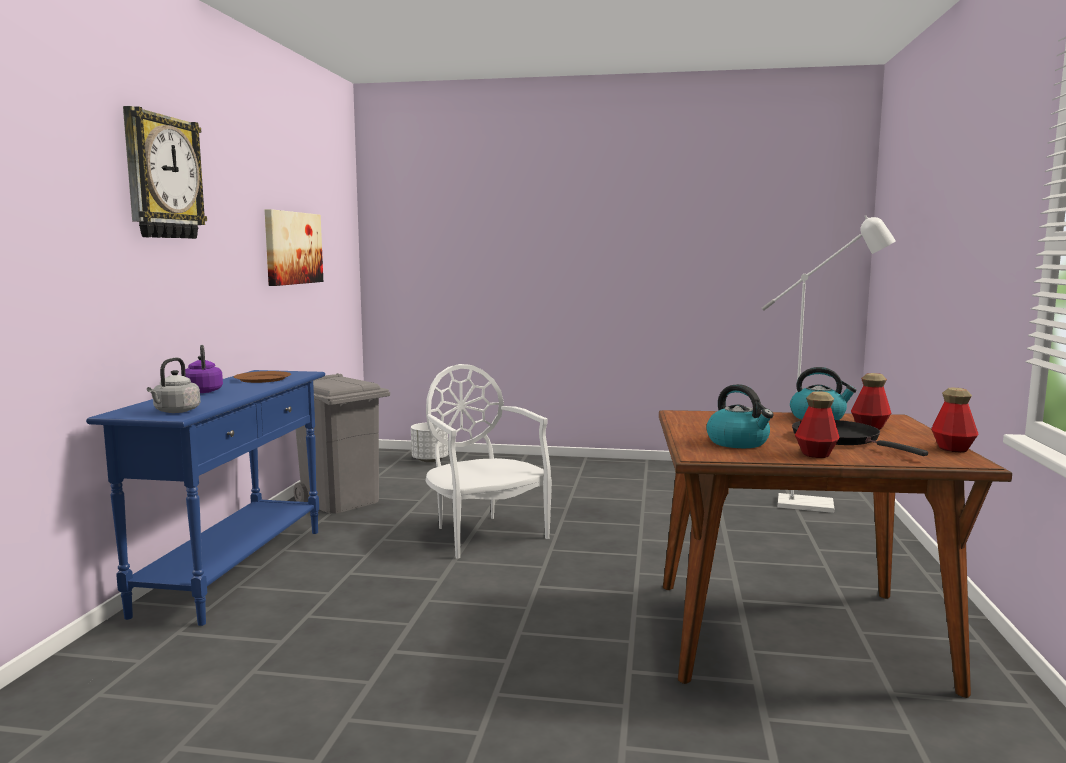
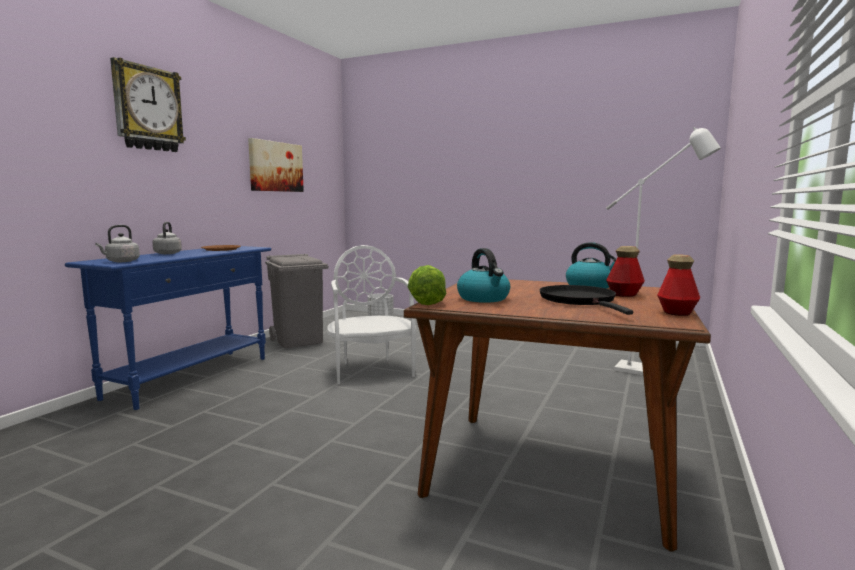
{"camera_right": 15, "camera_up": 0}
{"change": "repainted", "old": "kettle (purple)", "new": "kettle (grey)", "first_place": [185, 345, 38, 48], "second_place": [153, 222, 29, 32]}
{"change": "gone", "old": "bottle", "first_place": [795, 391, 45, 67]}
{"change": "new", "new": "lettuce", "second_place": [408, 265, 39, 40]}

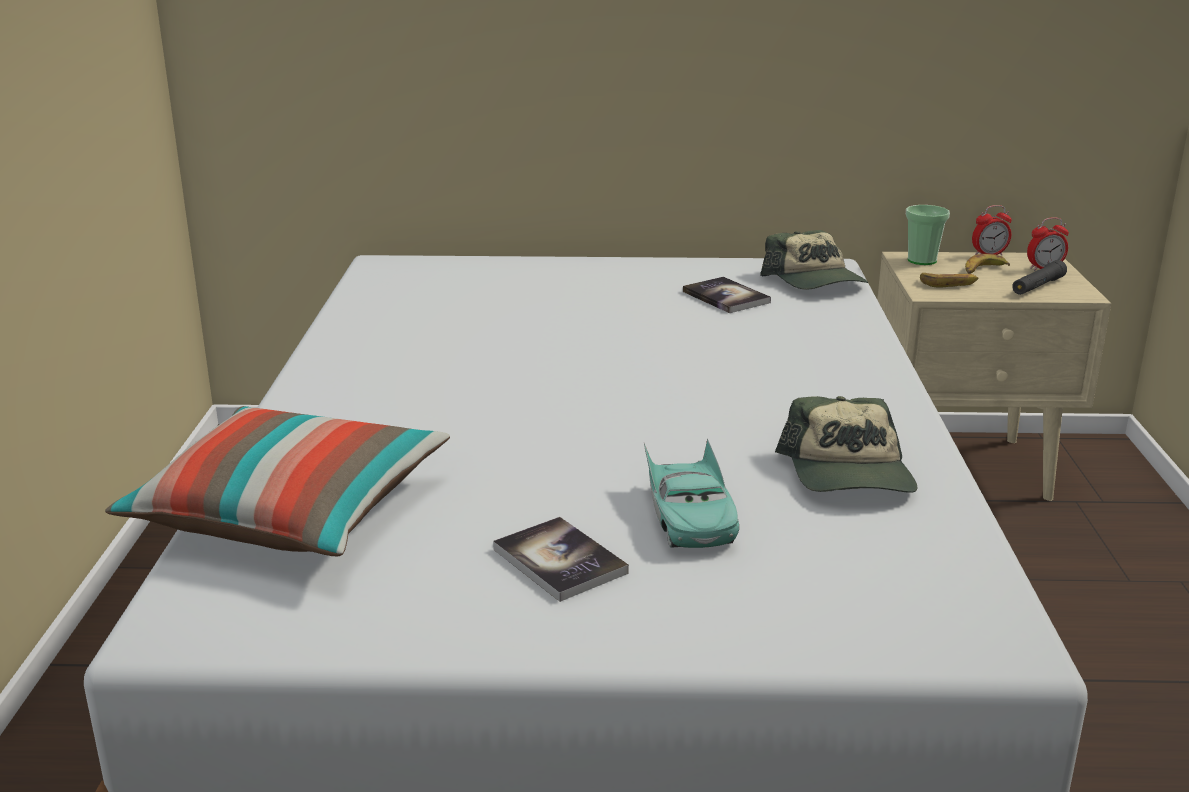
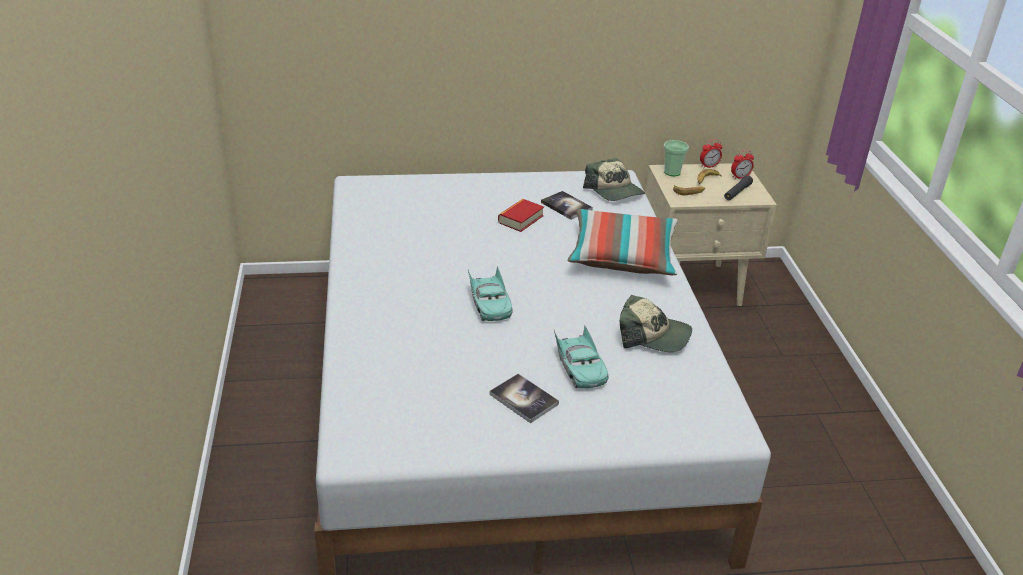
{"camera_right": -10, "camera_up": 10}
{"change": "rotated", "old": "cap", "first_place": [775, 396, 142, 97], "second_place": [620, 295, 72, 57], "degrees": -60}
{"change": "shifted", "old": "pillow", "first_place": [105, 406, 345, 150], "second_place": [568, 209, 110, 66]}
{"change": "new", "new": "book", "second_place": [498, 199, 46, 33]}
{"change": "new", "new": "toy car (turquoise)", "second_place": [468, 266, 45, 55]}

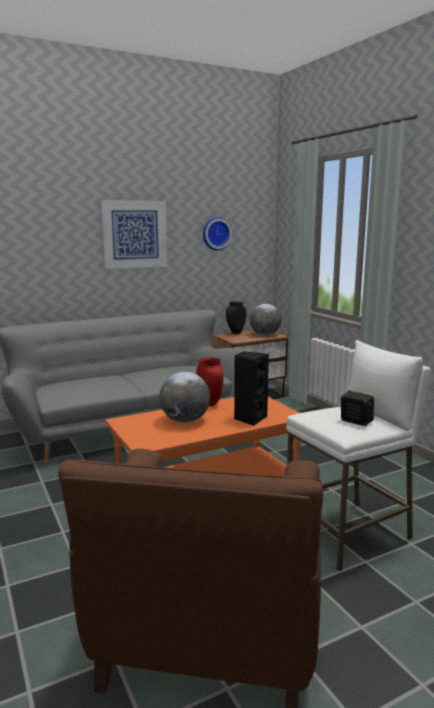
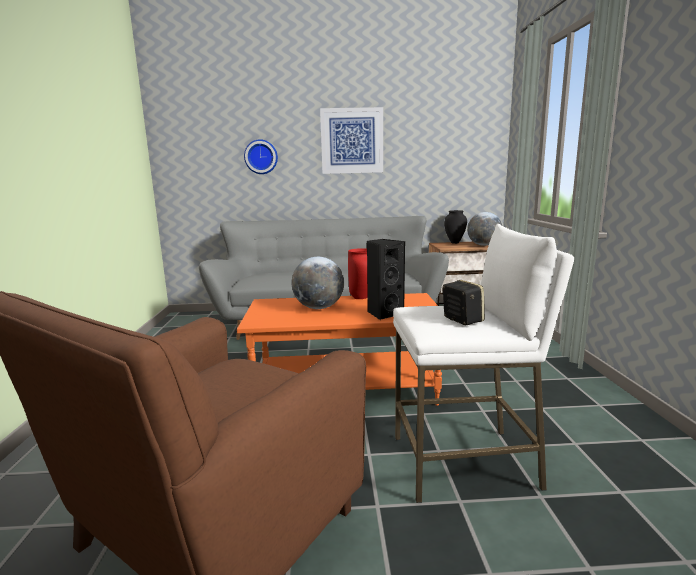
{"camera_right": 25, "camera_up": 0}
{"change": "shifted", "old": "wall clock", "first_place": [203, 217, 29, 34], "second_place": [244, 139, 34, 35]}

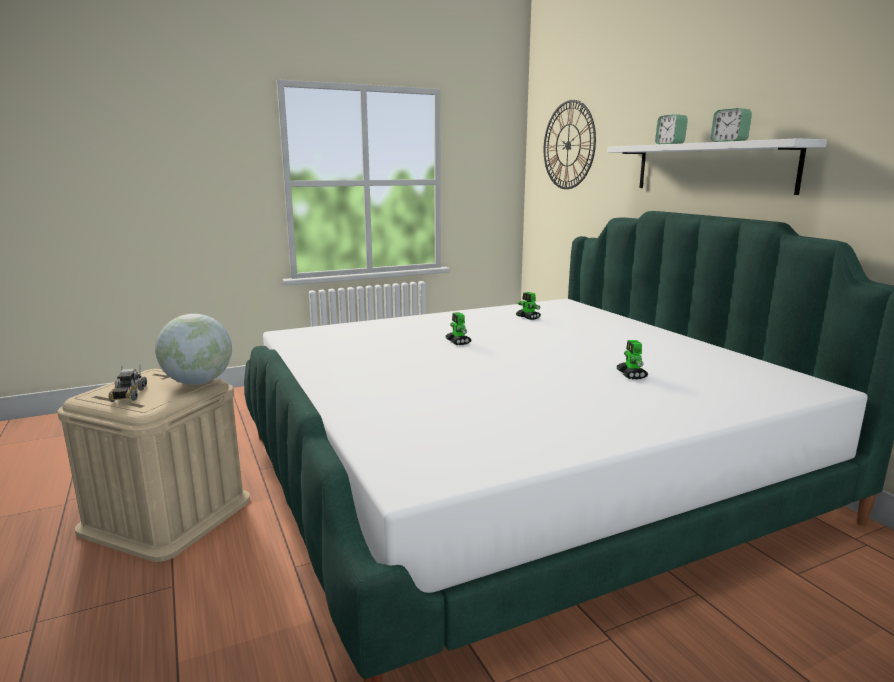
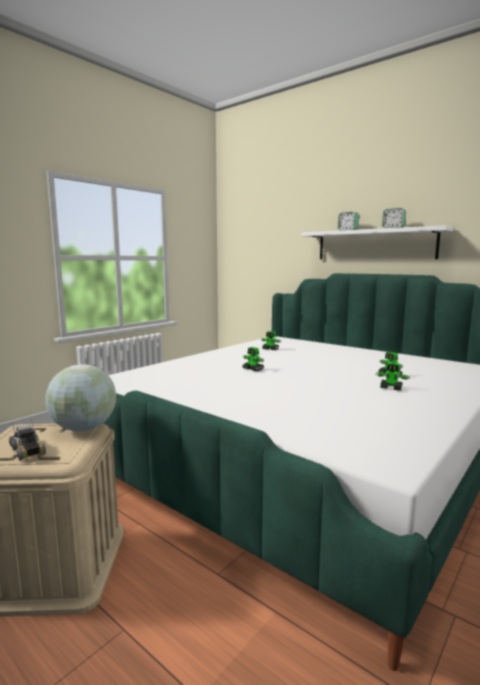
{"camera_right": -25, "camera_up": -5}
{"change": "gone", "old": "wall clock", "first_place": [544, 100, 52, 89]}
{"change": "new", "new": "toy robot", "second_place": [376, 362, 34, 29]}

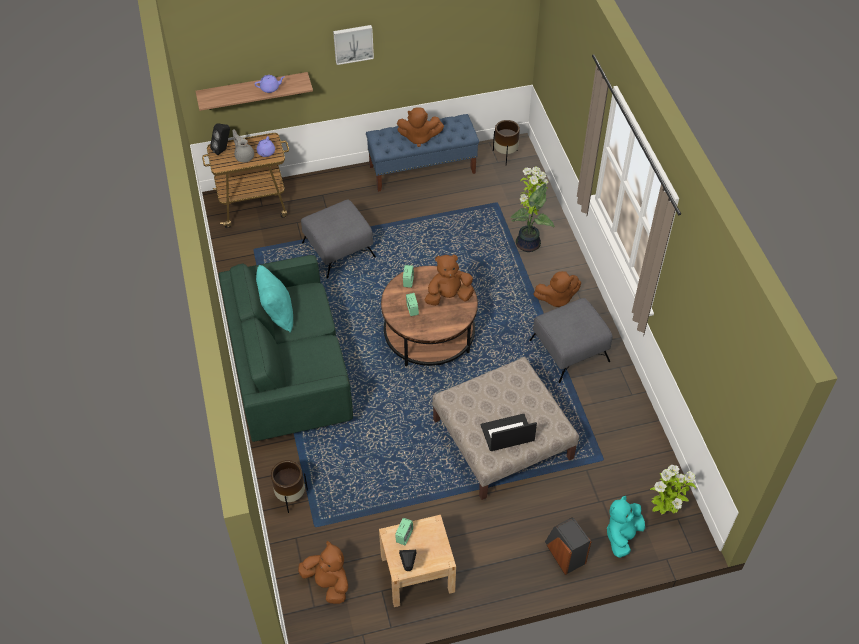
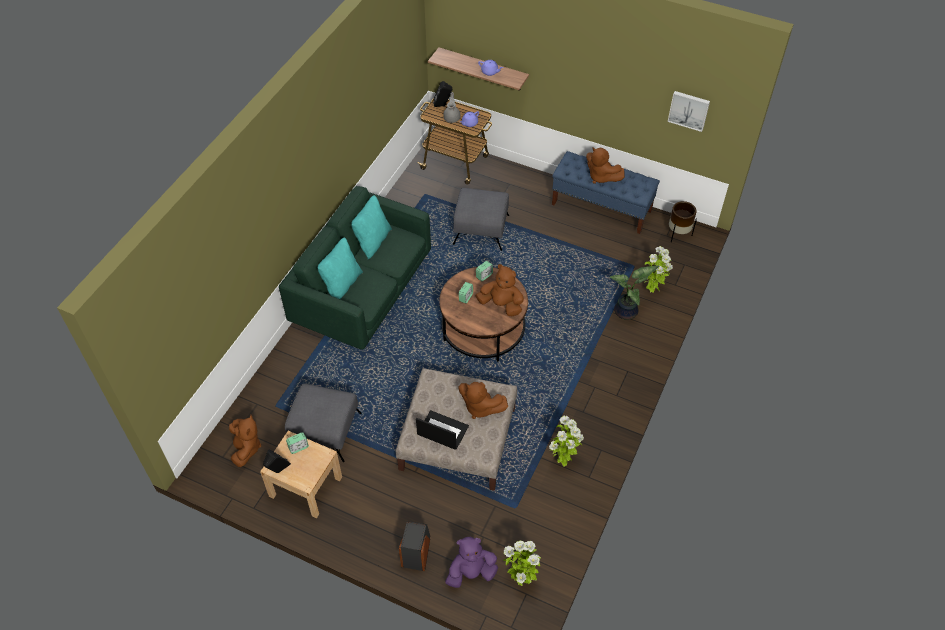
{"camera_right": 40, "camera_up": 0}
{"change": "shifted", "old": "picture", "first_place": [333, 25, 41, 40], "second_place": [668, 91, 42, 41]}
{"change": "shifted", "old": "plush toy (brown)", "first_place": [533, 271, 48, 36], "second_place": [458, 382, 50, 37]}
{"change": "shifted", "old": "ottoman (grey)", "first_place": [529, 298, 83, 85], "second_place": [285, 384, 76, 78]}
{"change": "gone", "old": "planter (brown)", "first_place": [271, 460, 37, 53]}
{"change": "repainted", "old": "plush toy (turquoise)", "new": "plush toy (purple)", "first_place": [606, 496, 39, 62], "second_place": [445, 537, 53, 51]}
{"change": "new", "new": "pillow (turquoise)", "second_place": [318, 237, 45, 62]}
{"change": "new", "new": "potted plant", "second_place": [549, 416, 35, 51]}

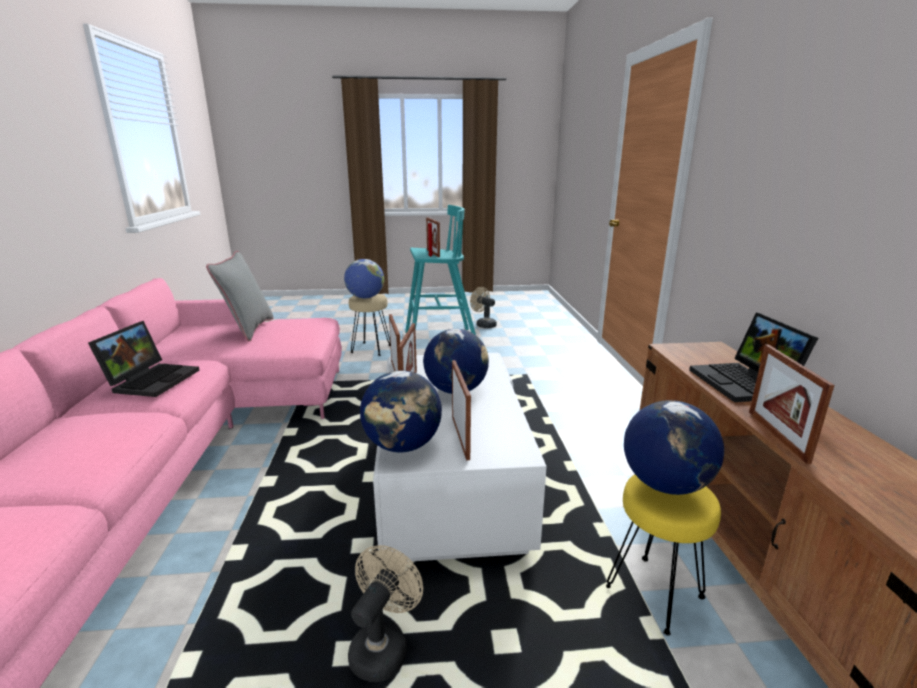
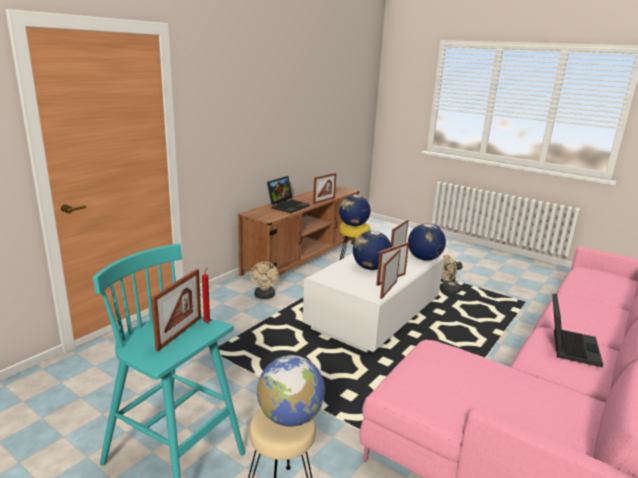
{"camera_right": -140, "camera_up": 0}
{"change": "gone", "old": "pillow (grey)", "first_place": [206, 251, 68, 91]}
{"change": "shifted", "old": "fan (beige)", "first_place": [470, 287, 27, 41], "second_place": [250, 262, 29, 37]}
{"change": "rotated", "old": "laptop", "first_place": [88, 321, 112, 76], "second_place": [552, 294, 51, 73], "degrees": 150}

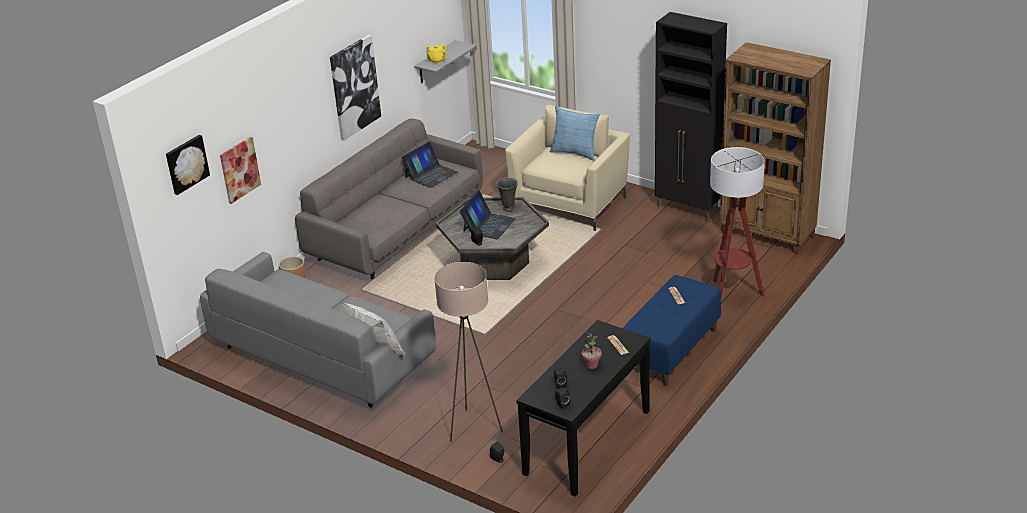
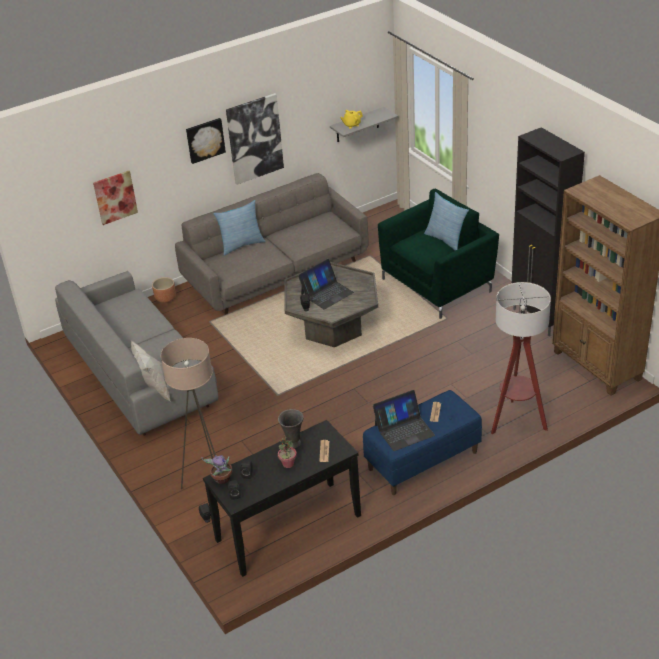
{"camera_right": 25, "camera_up": 5}
{"change": "repainted", "old": "armchair (beige)", "new": "armchair (green)", "first_place": [505, 105, 125, 126], "second_place": [378, 189, 121, 130]}
{"change": "shifted", "old": "picture", "first_place": [166, 135, 44, 60], "second_place": [186, 118, 40, 46]}
{"change": "shifted", "old": "laptop", "first_place": [402, 142, 56, 46], "second_place": [373, 390, 62, 61]}
{"change": "shifted", "old": "vase (grey)", "first_place": [496, 177, 22, 34], "second_place": [278, 409, 26, 39]}
{"change": "new", "new": "pillow", "second_place": [213, 200, 53, 56]}
{"change": "new", "new": "potted plant", "second_place": [201, 455, 31, 29]}

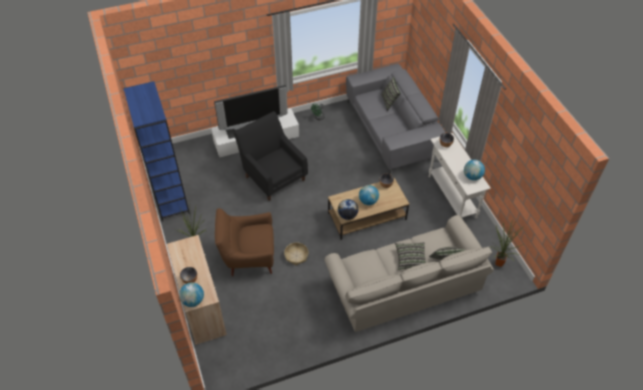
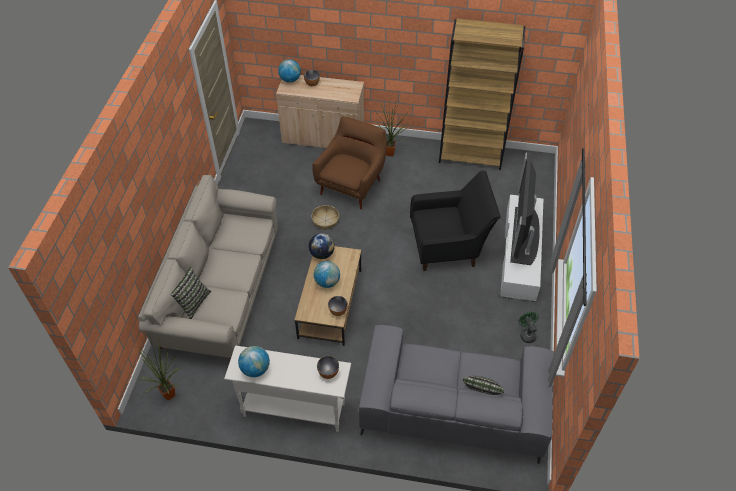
{"camera_right": 120, "camera_up": 0}
{"change": "repainted", "old": "bookcase (blue)", "new": "bookcase (brown)", "first_place": [123, 81, 67, 140], "second_place": [439, 19, 86, 151]}
{"change": "gone", "old": "pillow", "first_place": [395, 242, 31, 28]}

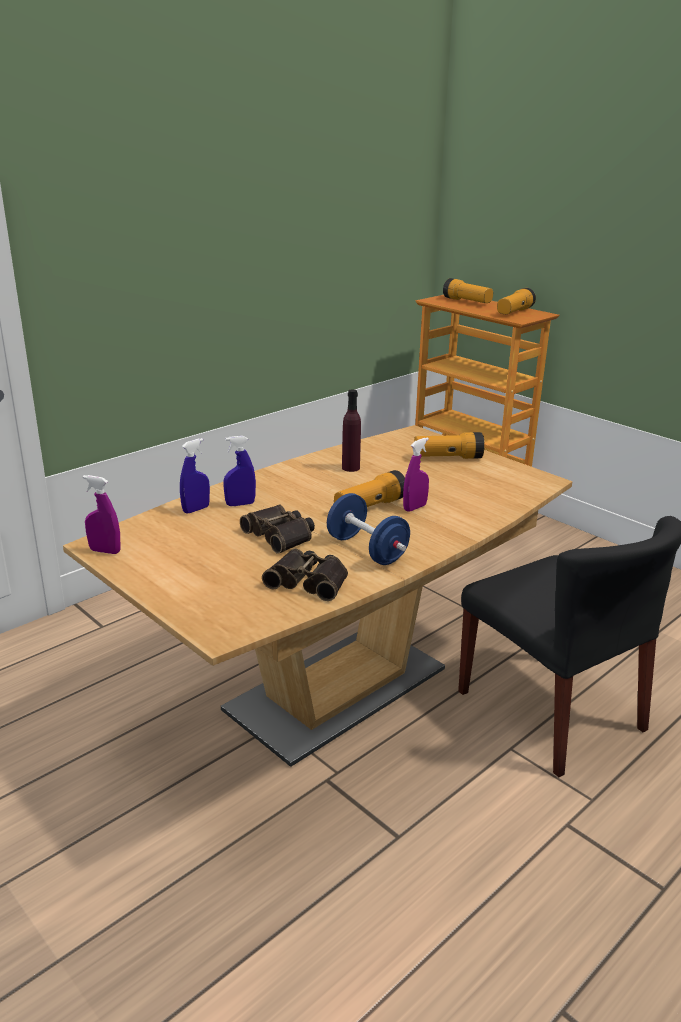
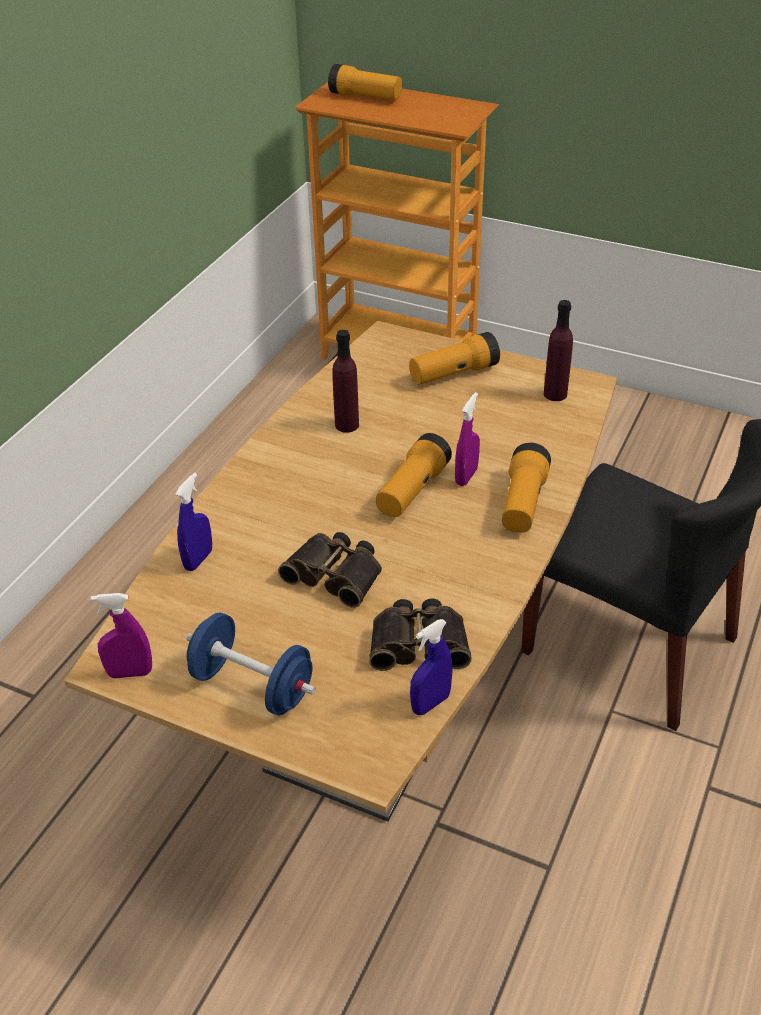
{"camera_right": -20, "camera_up": 15}
{"change": "shifted", "old": "flashlight", "first_place": [497, 288, 39, 26], "second_place": [502, 443, 49, 90]}
{"change": "shifted", "old": "spray bottle (blue)", "first_place": [223, 436, 33, 70], "second_place": [410, 619, 42, 96]}
{"change": "shifted", "old": "dumbbell (blue)", "first_place": [327, 493, 83, 72], "second_place": [187, 612, 128, 104]}
{"change": "new", "new": "bottle (purple)", "second_place": [544, 300, 29, 101]}

